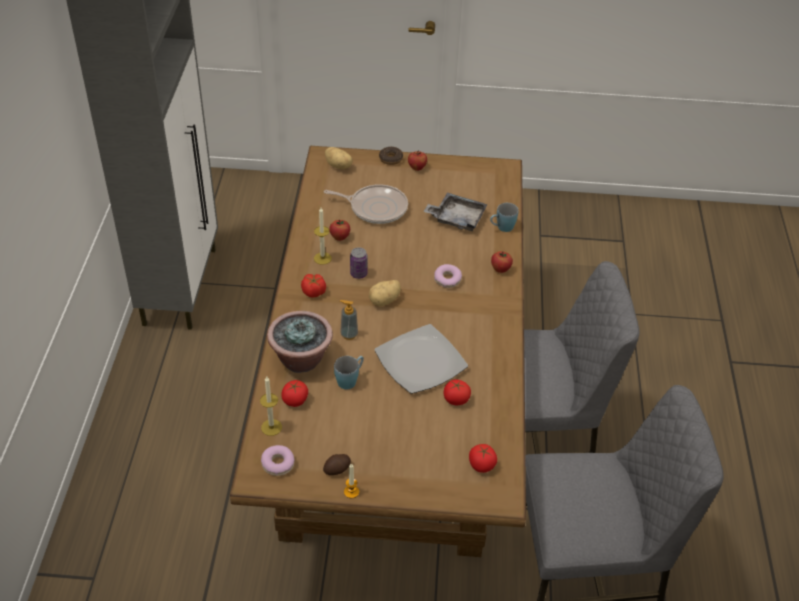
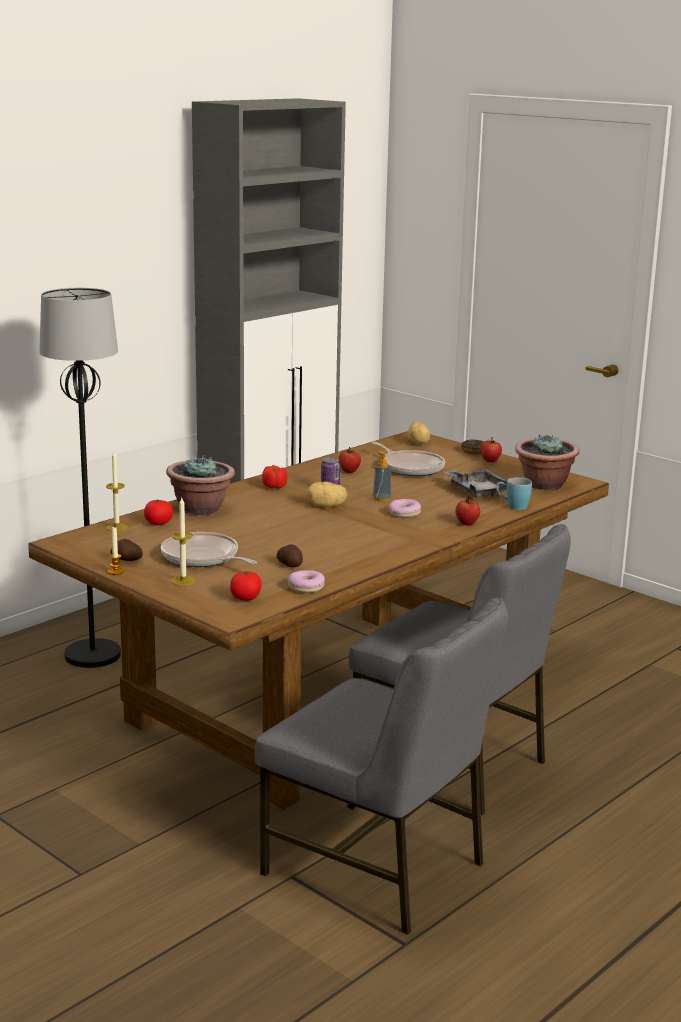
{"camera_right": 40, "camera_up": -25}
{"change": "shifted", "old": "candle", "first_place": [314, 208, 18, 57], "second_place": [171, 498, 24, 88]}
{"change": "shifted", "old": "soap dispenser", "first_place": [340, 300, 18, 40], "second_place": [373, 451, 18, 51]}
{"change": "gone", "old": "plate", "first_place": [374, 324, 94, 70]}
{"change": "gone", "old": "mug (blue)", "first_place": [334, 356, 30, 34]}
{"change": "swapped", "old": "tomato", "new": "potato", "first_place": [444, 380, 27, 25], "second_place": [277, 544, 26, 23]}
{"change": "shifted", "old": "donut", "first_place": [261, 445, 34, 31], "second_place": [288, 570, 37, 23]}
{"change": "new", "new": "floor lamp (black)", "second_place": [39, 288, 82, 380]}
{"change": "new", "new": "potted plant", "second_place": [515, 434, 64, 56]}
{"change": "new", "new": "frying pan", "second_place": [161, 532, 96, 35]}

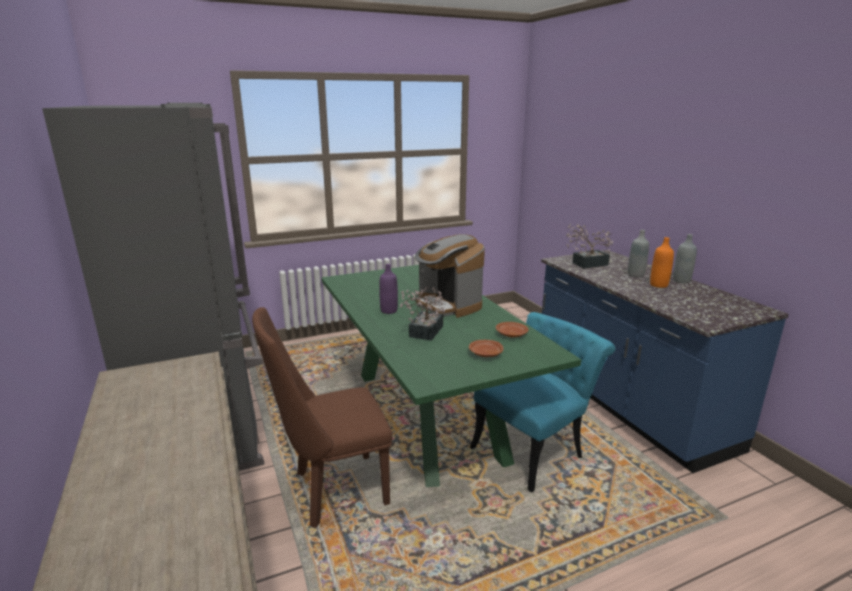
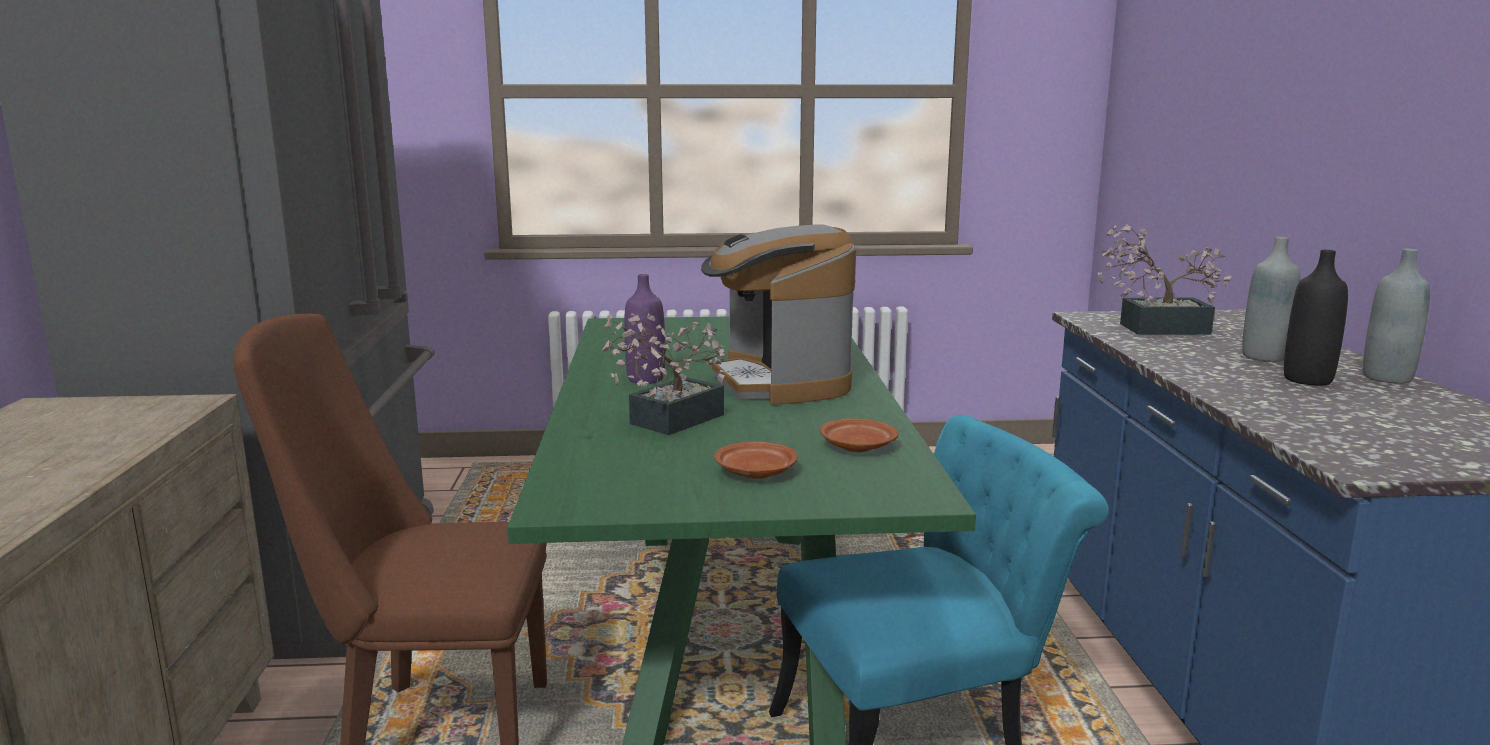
{"camera_right": 20, "camera_up": -5}
{"change": "repainted", "old": "bottle (orange)", "new": "bottle (black)", "first_place": [650, 237, 24, 51], "second_place": [1284, 250, 64, 135]}

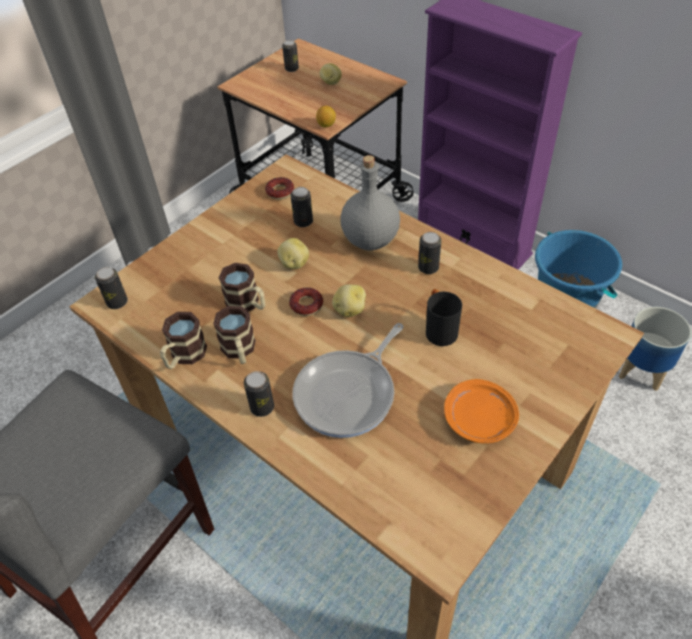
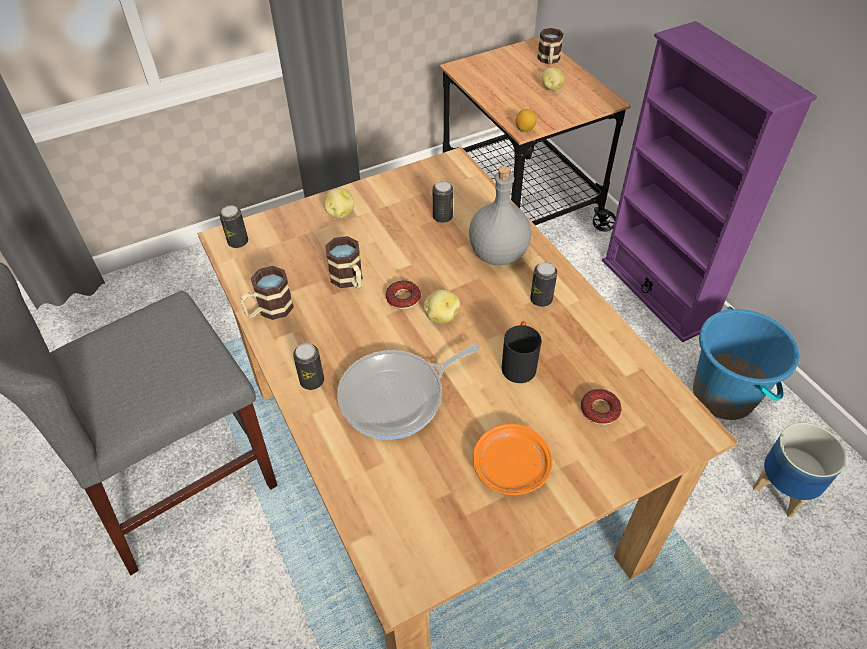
{"camera_right": 20, "camera_up": 0}
{"change": "gone", "old": "can", "first_place": [282, 40, 17, 32]}
{"change": "shifted", "old": "donut", "first_place": [265, 177, 29, 23], "second_place": [581, 389, 41, 36]}
{"change": "shifted", "old": "potato", "first_place": [277, 238, 32, 31], "second_place": [324, 188, 30, 31]}
{"change": "shifted", "old": "mug", "first_place": [213, 306, 43, 58], "second_place": [537, 28, 27, 36]}

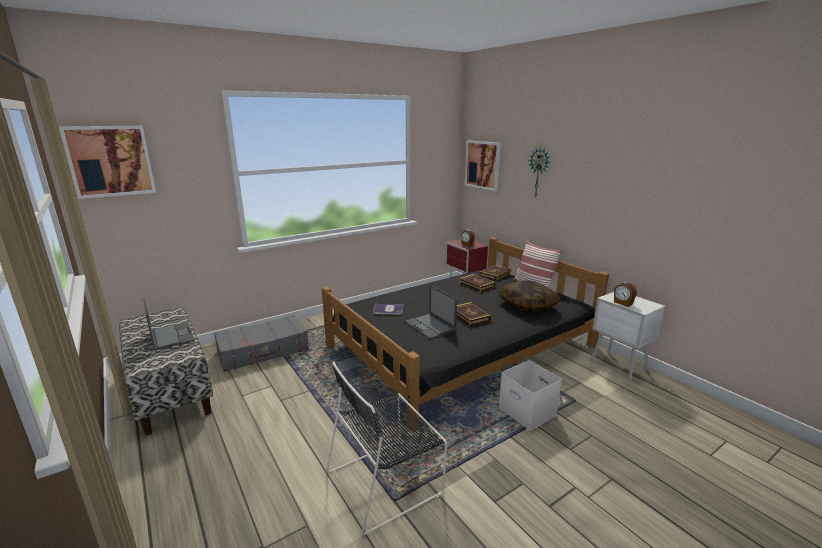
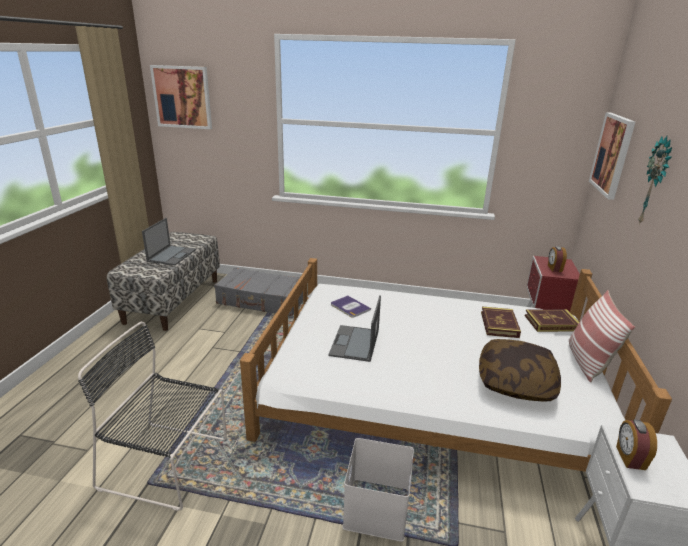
{"camera_right": 45, "camera_up": 5}
{"change": "repainted", "old": "bed (black)", "new": "bed (white)", "first_place": [322, 237, 287, 195], "second_place": [240, 258, 432, 214]}
{"change": "gone", "old": "book", "first_place": [457, 302, 34, 24]}

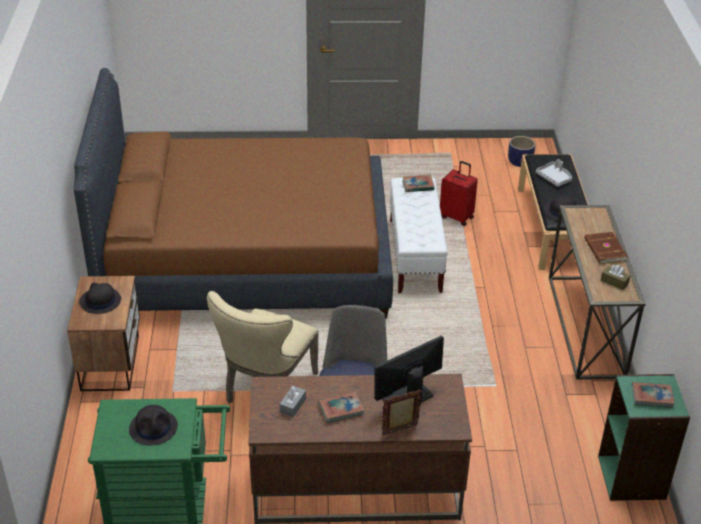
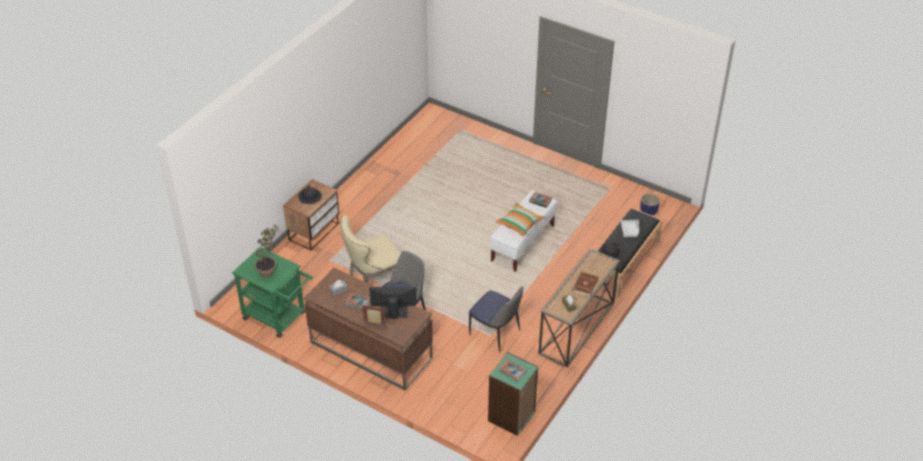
{"camera_right": 35, "camera_up": 5}
{"change": "gone", "old": "bed (brown)", "first_place": [74, 68, 319, 250]}
{"change": "gone", "old": "suitcase (red)", "first_place": [440, 161, 38, 65]}
{"change": "swapped", "old": "hat (black)", "new": "potted plant", "first_place": [129, 405, 49, 41], "second_place": [255, 223, 24, 55]}
{"change": "new", "new": "pillow", "second_place": [496, 203, 48, 33]}
{"change": "new", "new": "chair", "second_place": [469, 286, 54, 67]}

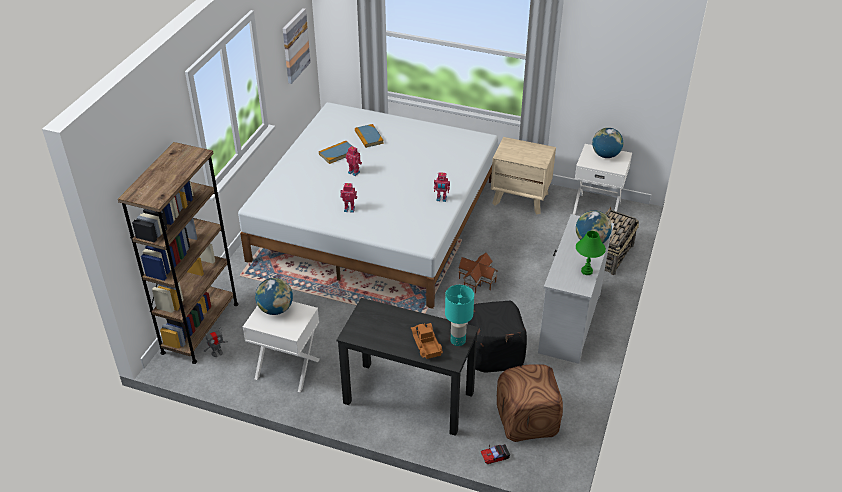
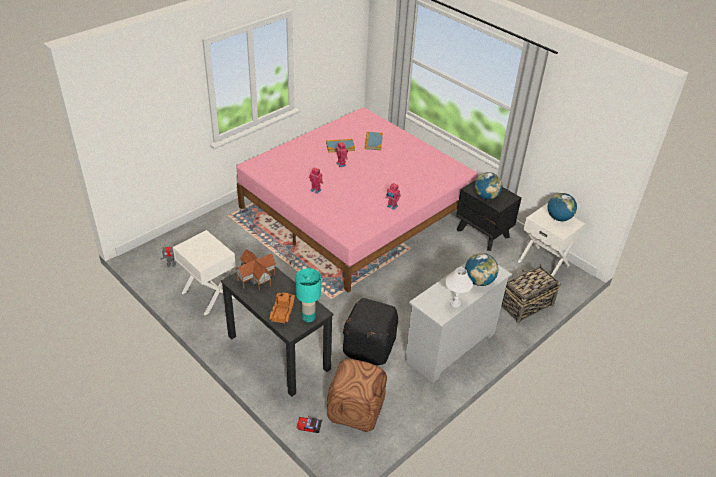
{"camera_right": 25, "camera_up": 0}
{"change": "gone", "old": "picture", "first_place": [283, 8, 28, 76]}
{"change": "repainted", "old": "bed (white)", "new": "bed (pink)", "first_place": [238, 102, 260, 207], "second_place": [236, 107, 242, 186]}
{"change": "repainted", "old": "nightstand (beige)", "new": "nightstand (black)", "first_place": [491, 137, 65, 77], "second_place": [456, 180, 65, 71]}
{"change": "gone", "old": "bookcase (brown)", "first_place": [118, 142, 121, 222]}
{"change": "repainted", "old": "table lamp (green)", "new": "table lamp (white)", "first_place": [576, 231, 30, 44], "second_place": [445, 267, 28, 41]}
{"change": "shifted", "old": "toy house", "first_place": [458, 252, 40, 41], "second_place": [235, 250, 41, 41]}
{"change": "shifted", "old": "globe", "first_place": [255, 278, 38, 37], "second_place": [475, 172, 27, 28]}

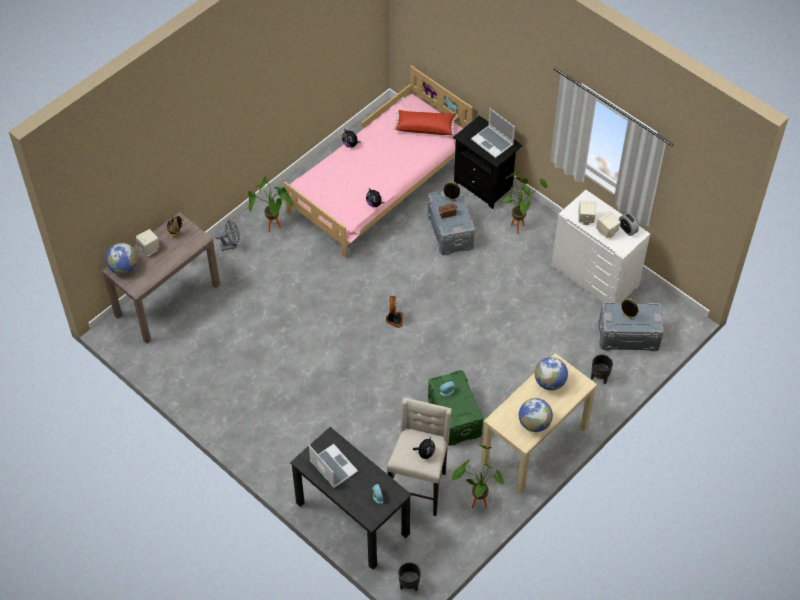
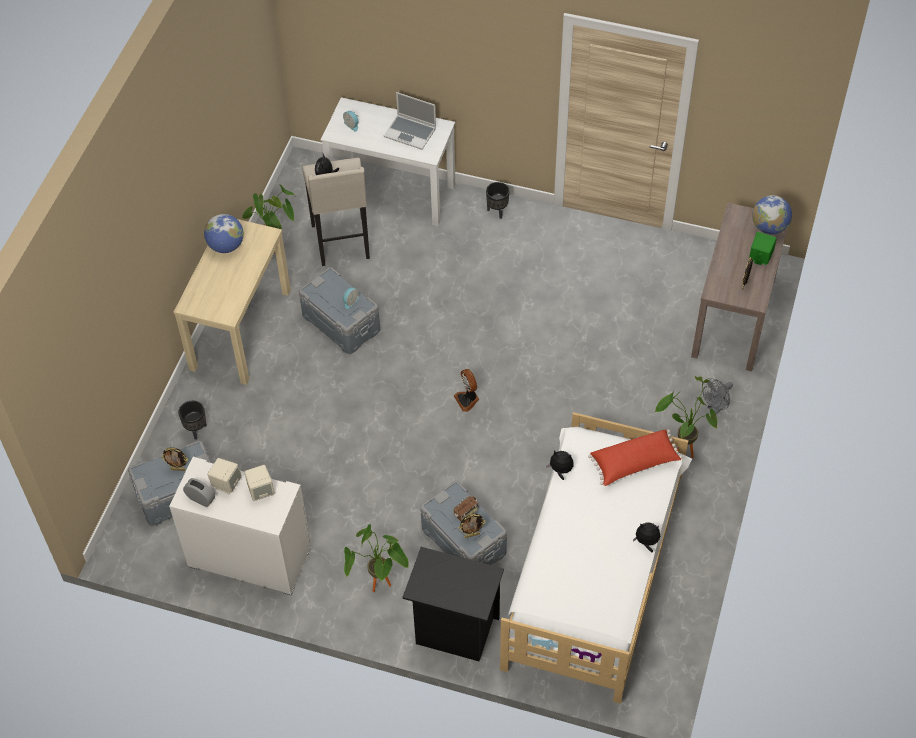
{"camera_right": 155, "camera_up": 0}
{"change": "repainted", "old": "bed (pink)", "new": "bed (white)", "first_place": [284, 65, 189, 194], "second_place": [500, 412, 192, 292]}
{"change": "gone", "old": "laptop", "first_place": [471, 108, 44, 50]}
{"change": "shifted", "old": "pillow (red)", "first_place": [393, 110, 64, 25], "second_place": [588, 429, 95, 57]}
{"change": "repainted", "old": "speaker (beige)", "new": "speaker (green)", "first_place": [136, 229, 23, 28], "second_place": [749, 232, 28, 33]}
{"change": "gone", "old": "globe", "first_place": [535, 357, 33, 33]}
{"change": "repainted", "old": "storage box (green)", "new": "storage box (grey)", "first_place": [428, 370, 56, 76], "second_place": [299, 267, 81, 87]}
{"change": "repainted", "old": "desk (black)", "new": "desk (white)", "first_place": [290, 427, 122, 143], "second_place": [321, 97, 134, 129]}
{"change": "shifted", "old": "planter (black)", "first_place": [398, 562, 23, 30], "second_place": [486, 182, 24, 37]}

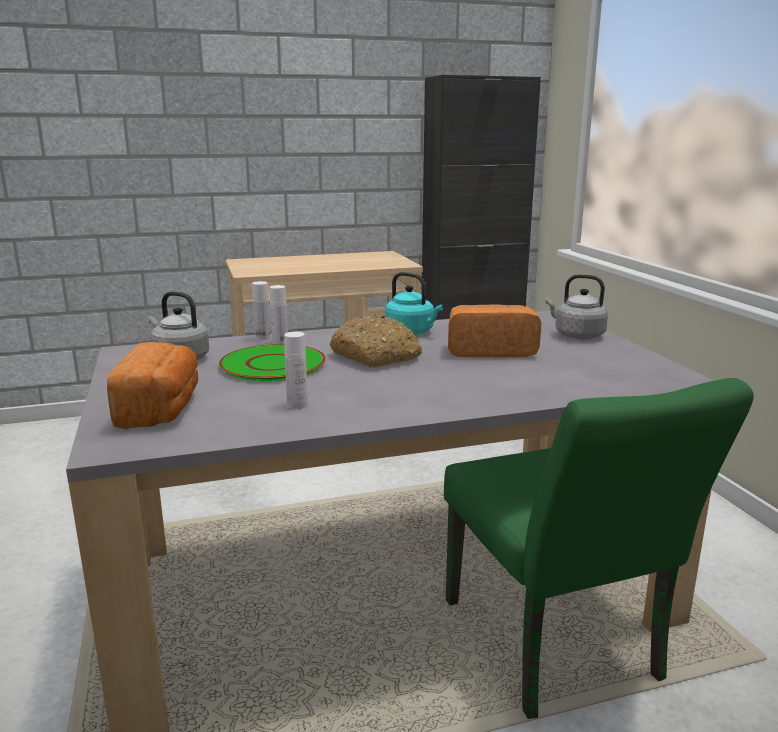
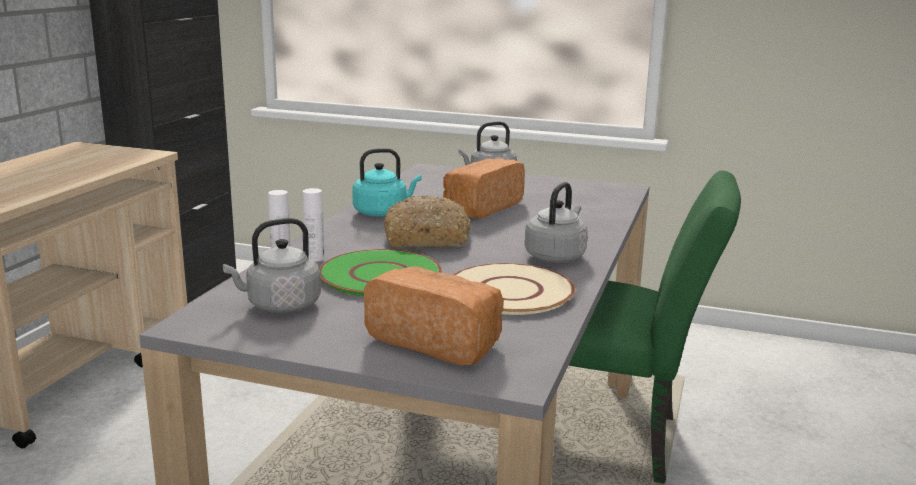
{"camera_right": -55, "camera_up": 0}
{"change": "swapped", "old": "bottle (white)", "new": "plate (beige)", "first_place": [284, 332, 24, 77], "second_place": [453, 263, 122, 52]}
{"change": "new", "new": "kettle (grey)", "second_place": [525, 182, 63, 80]}

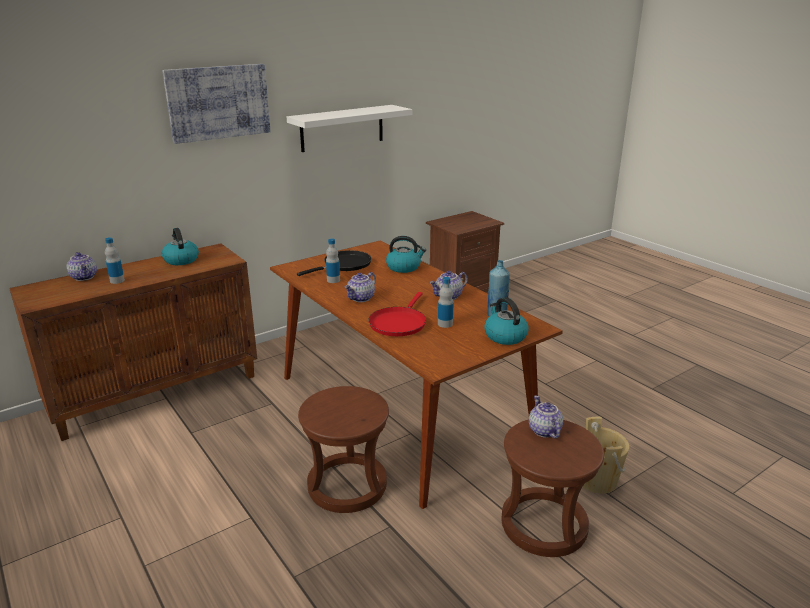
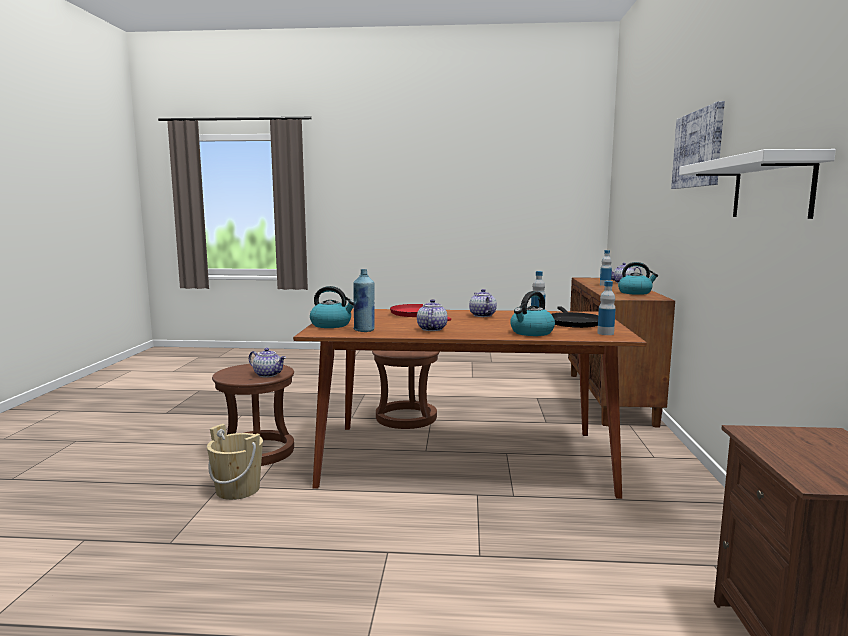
{"camera_right": 130, "camera_up": -15}
{"change": "shifted", "old": "bottle", "first_place": [438, 277, 16, 51], "second_place": [597, 281, 19, 54]}

